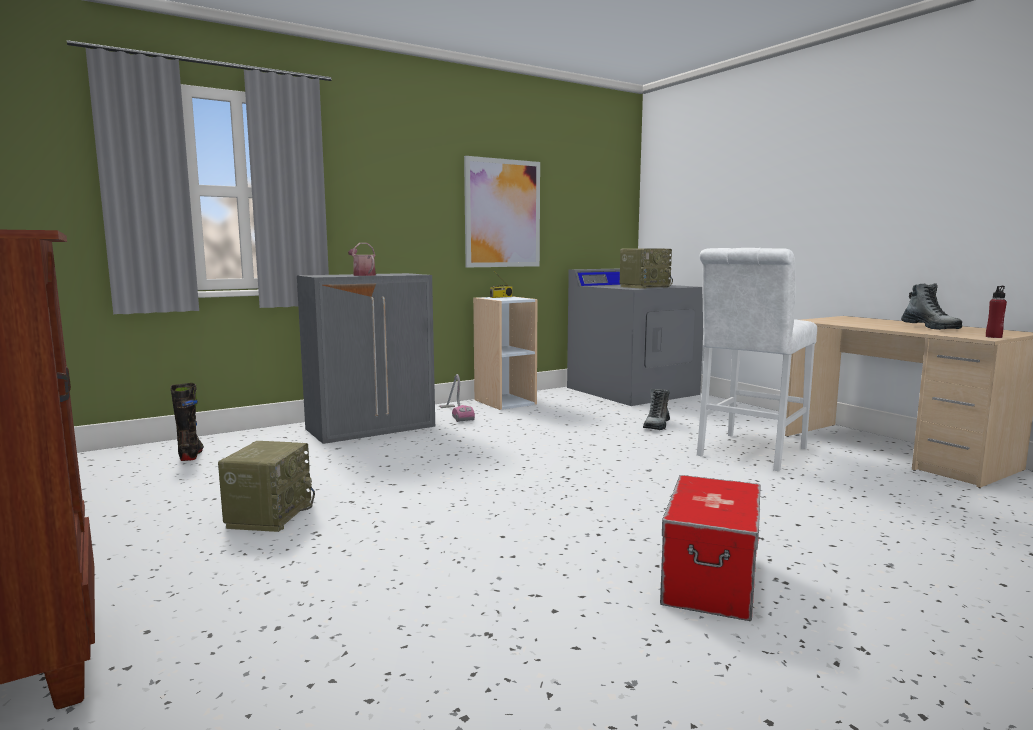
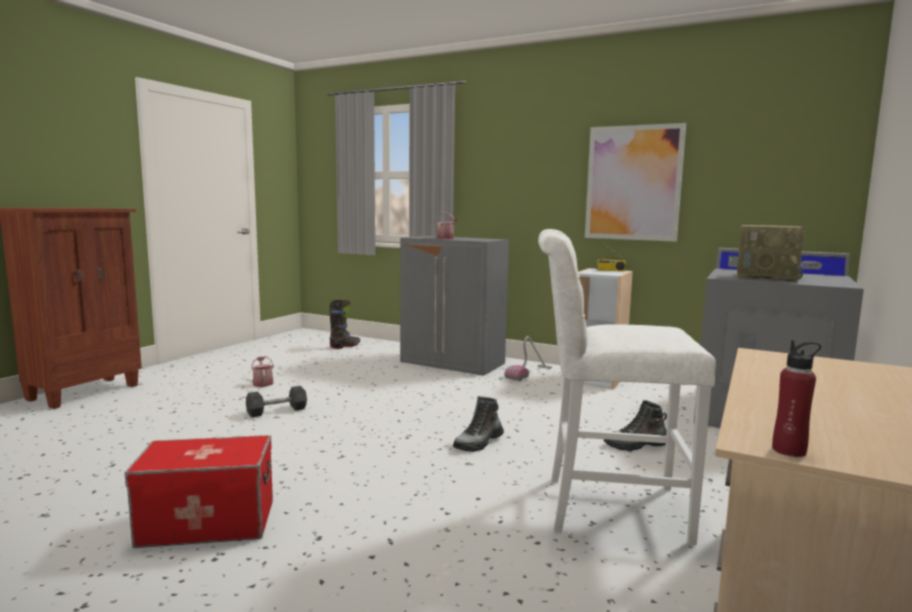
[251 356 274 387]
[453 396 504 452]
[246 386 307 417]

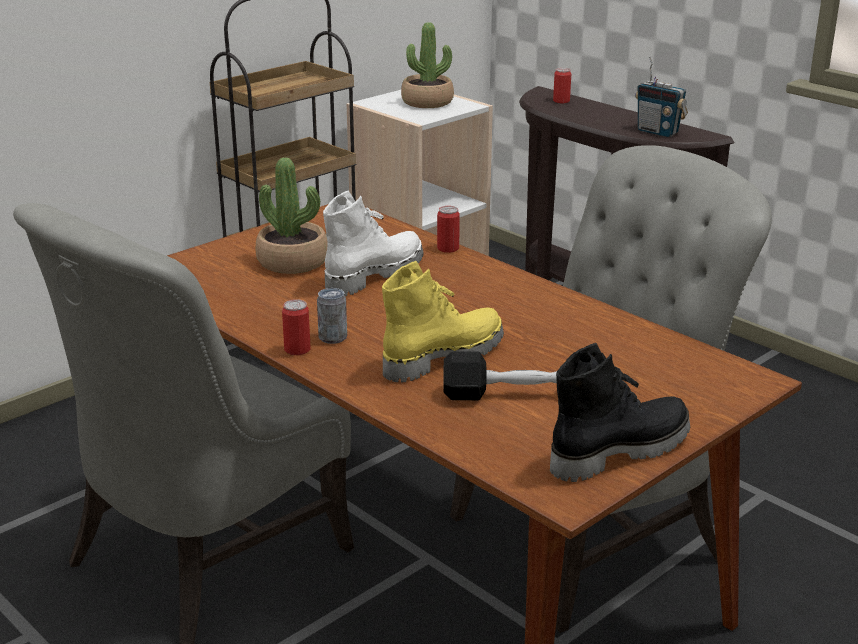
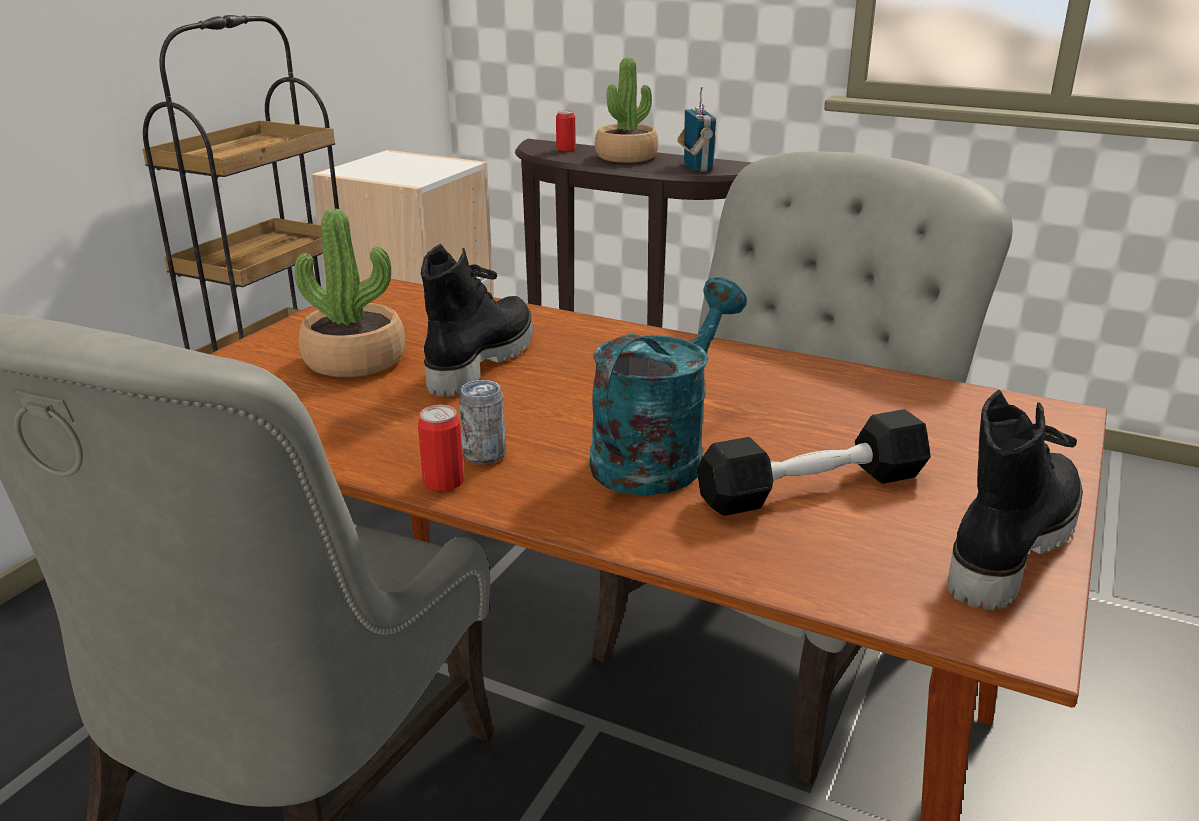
[421 244 533 397]
[589 277 747 496]
[595 57 658 163]
[437 206 460 253] (first image)
[677 86 716 172]

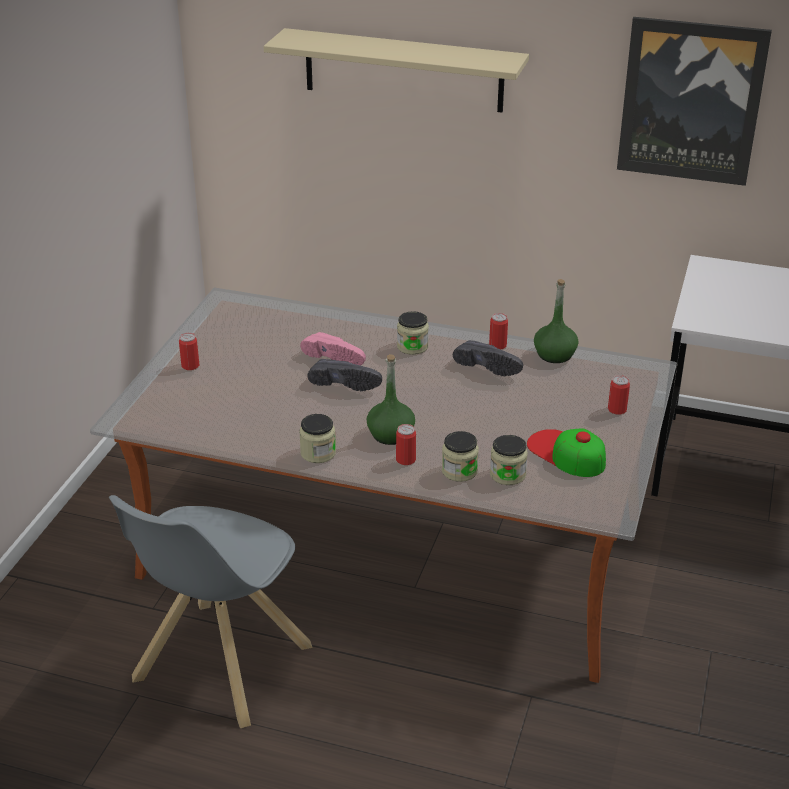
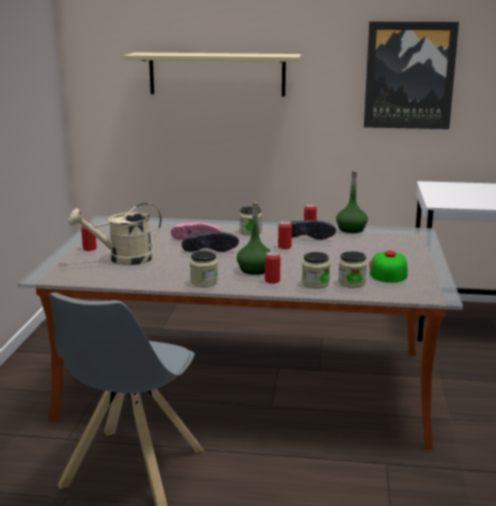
[369 251 407 283]
[278 221 292 249]
[68 203 161 265]

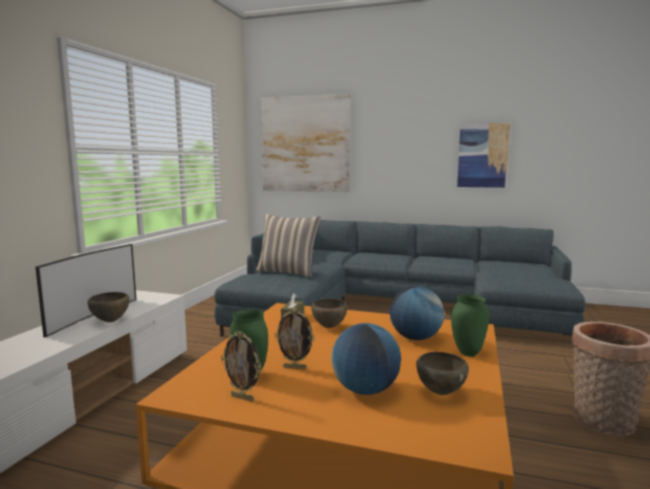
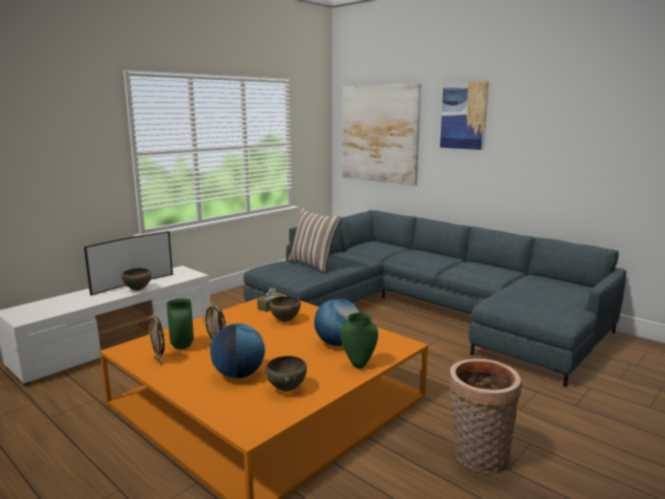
[440 81 489 150]

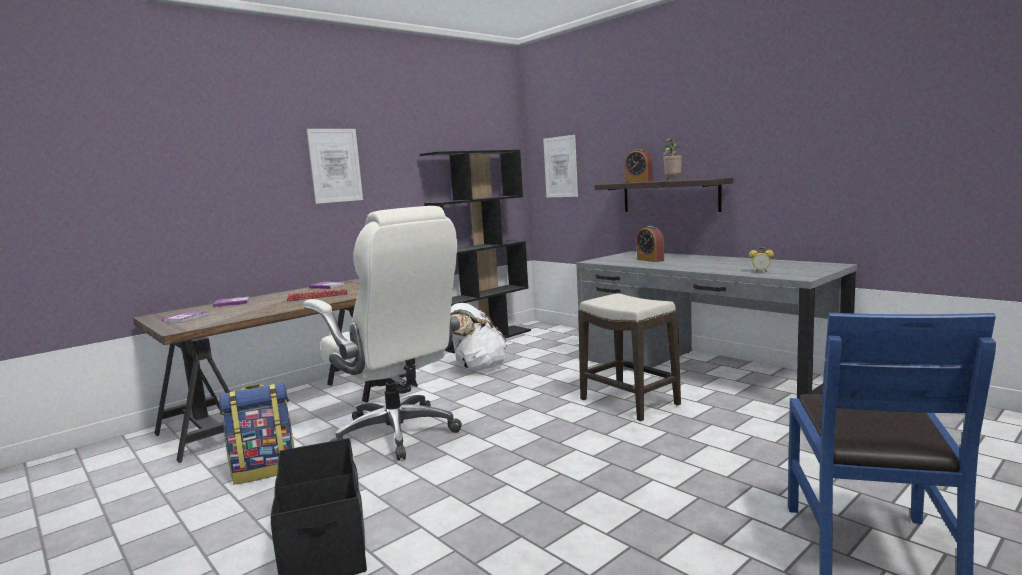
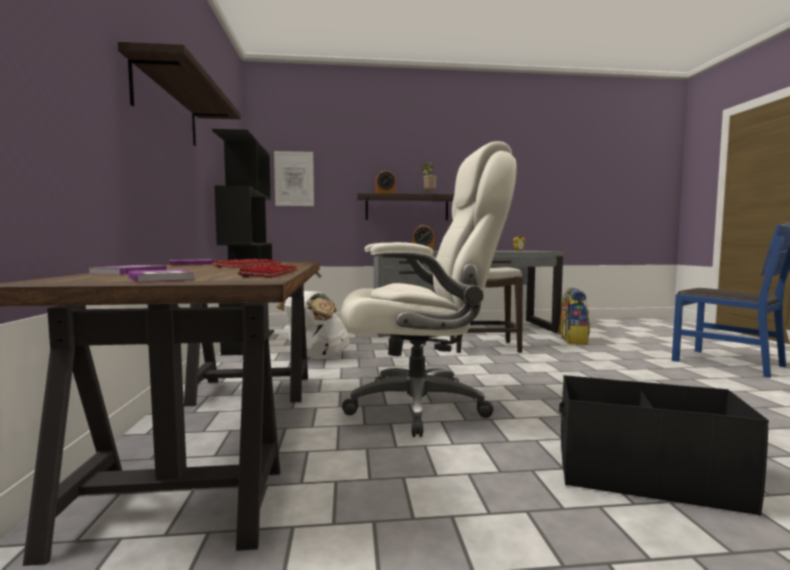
[558 288 590 345]
[118 41 241 146]
[237 264 298 278]

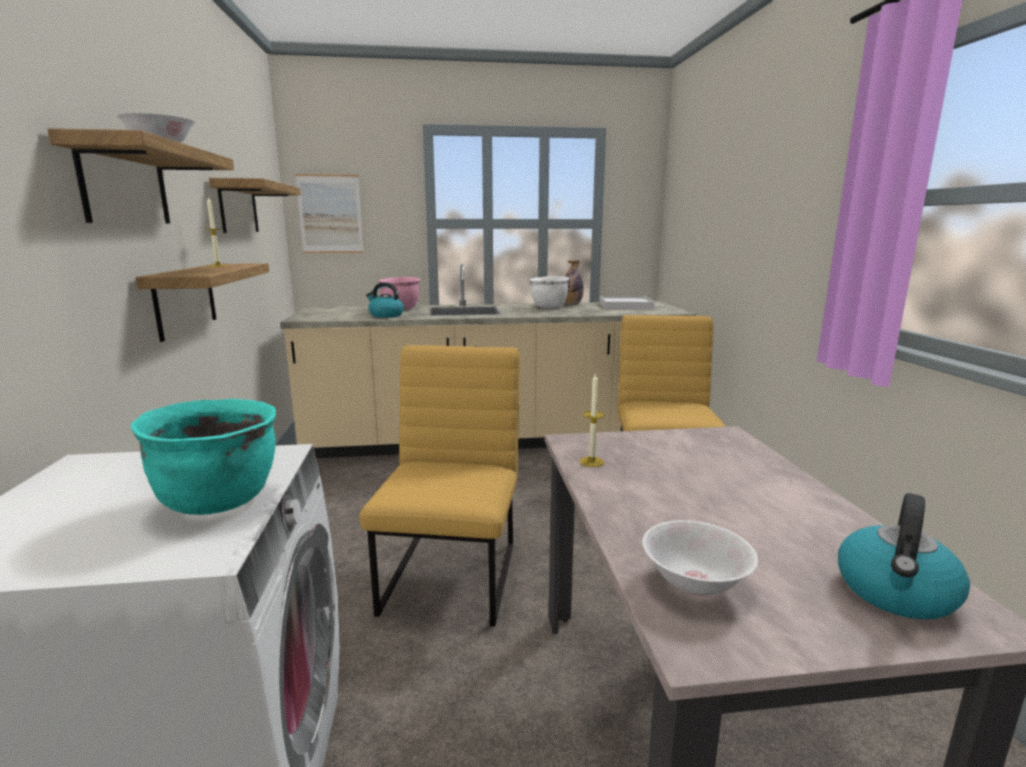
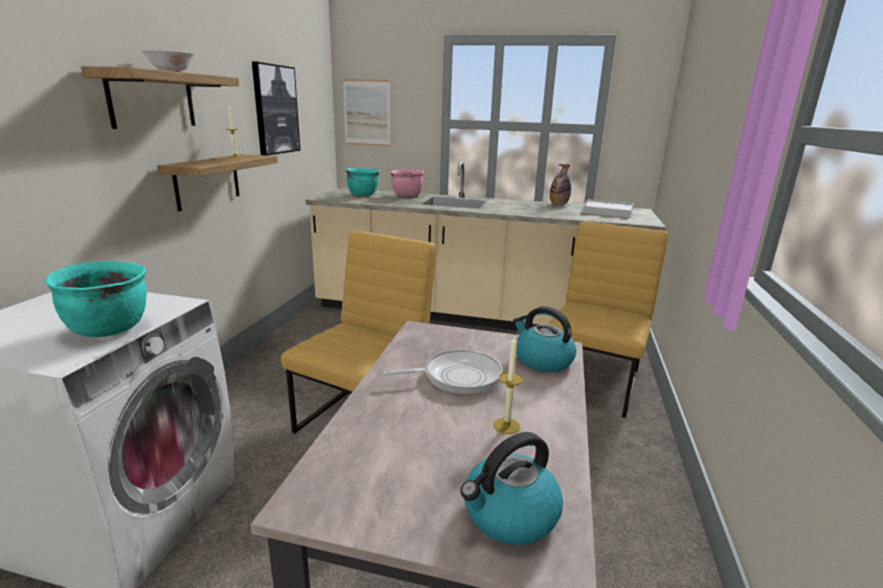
[252 62 300 155]
[513 306 577 372]
[529 276 569 308] (first image)
[493 336 523 434]
[642 520 758 596] (first image)
[346 168 380 196]
[383 349 503 395]

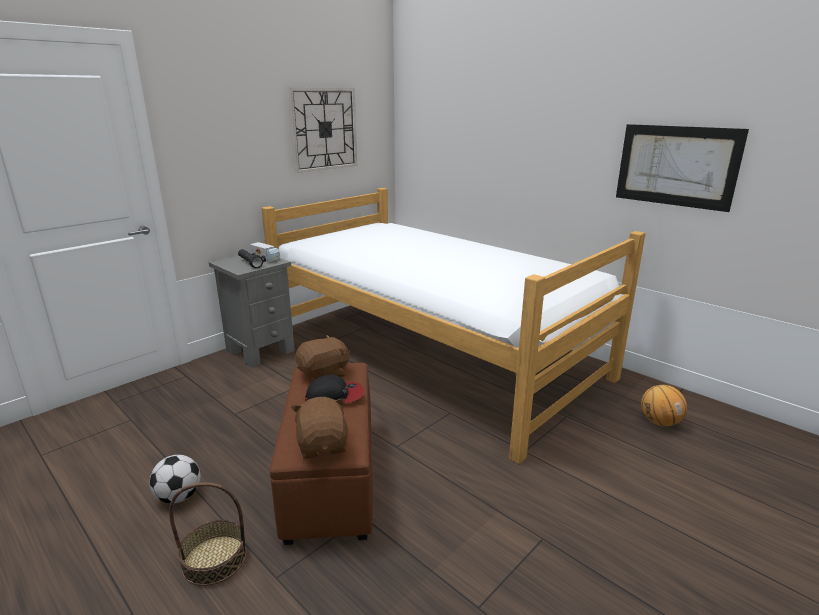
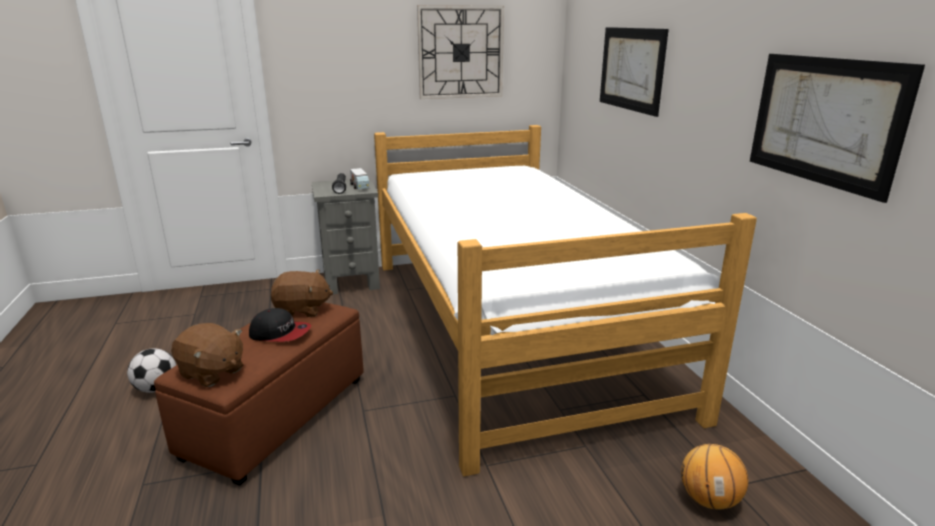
[169 482 247 586] (first image)
[171 323 243 387]
[600 27 669 117]

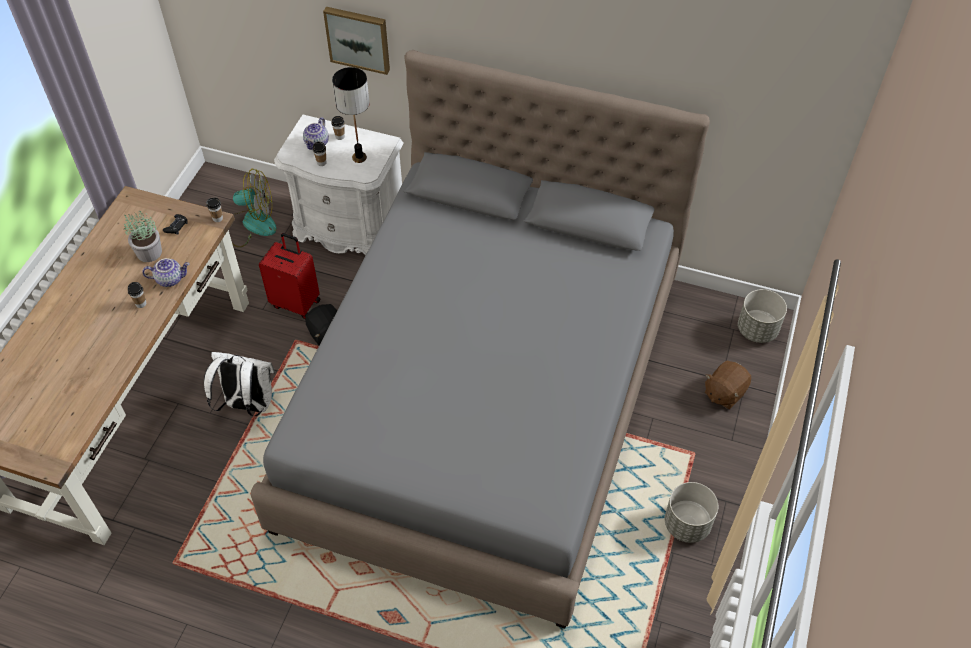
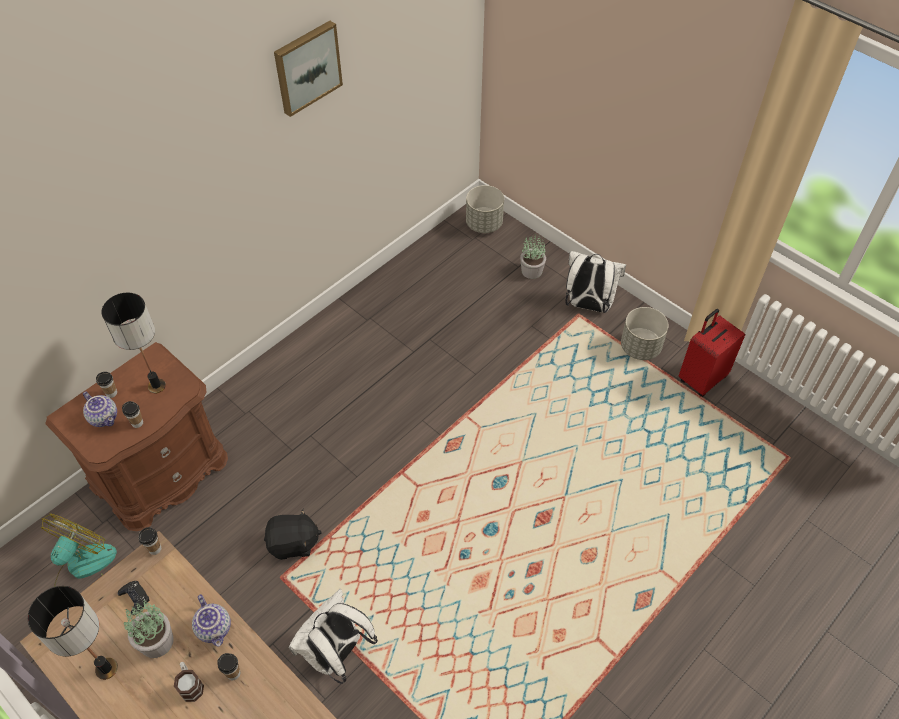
[192 594 231 646]
[251 50 710 629] (first image)
[679 309 745 397]
[45 342 228 531]
[274 21 343 117]
[520 235 546 279]
[28 586 118 680]
[174 662 204 702]
[566 251 626 313]

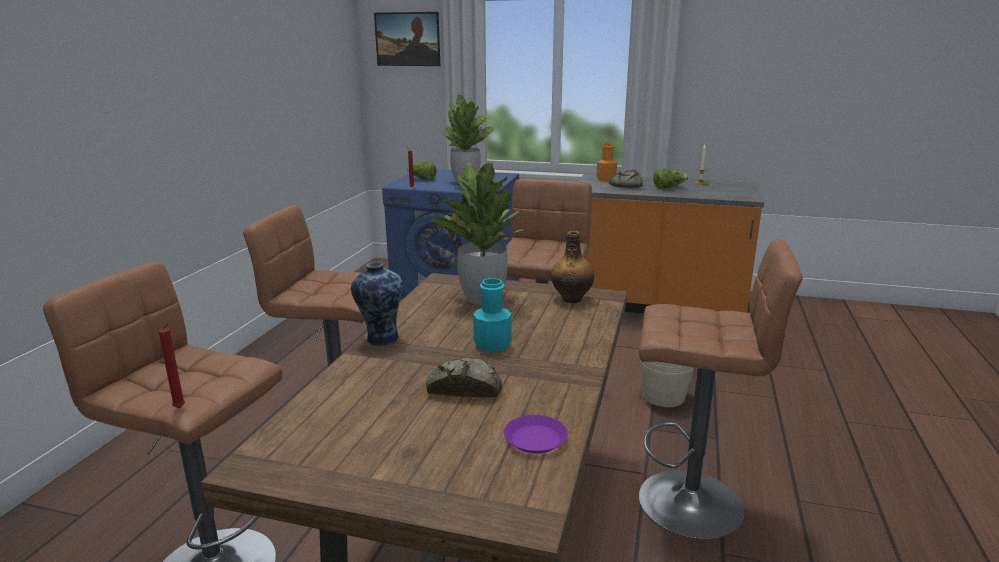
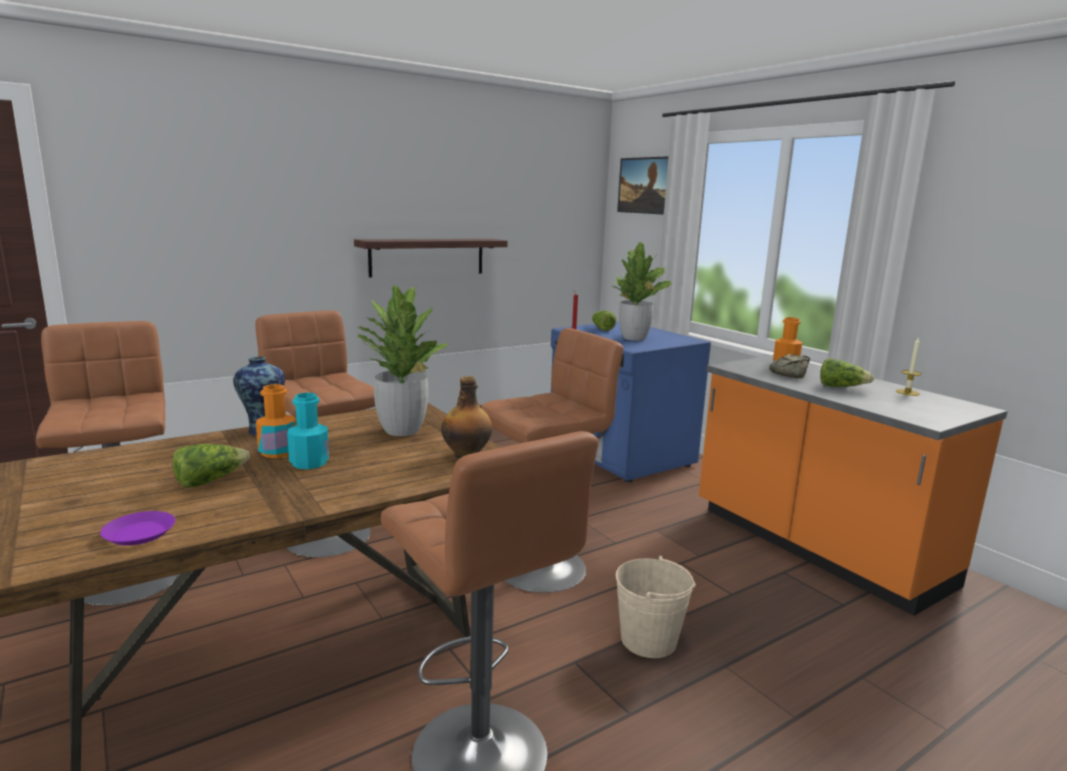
[158 323 185 408] (first image)
[172 444 250 488]
[256 384 296 458]
[354 239 508 277]

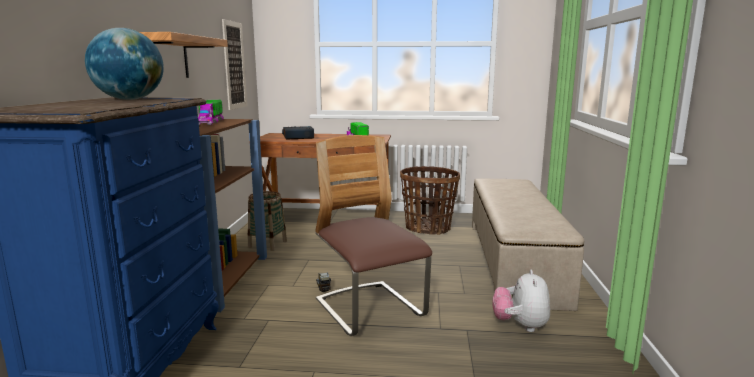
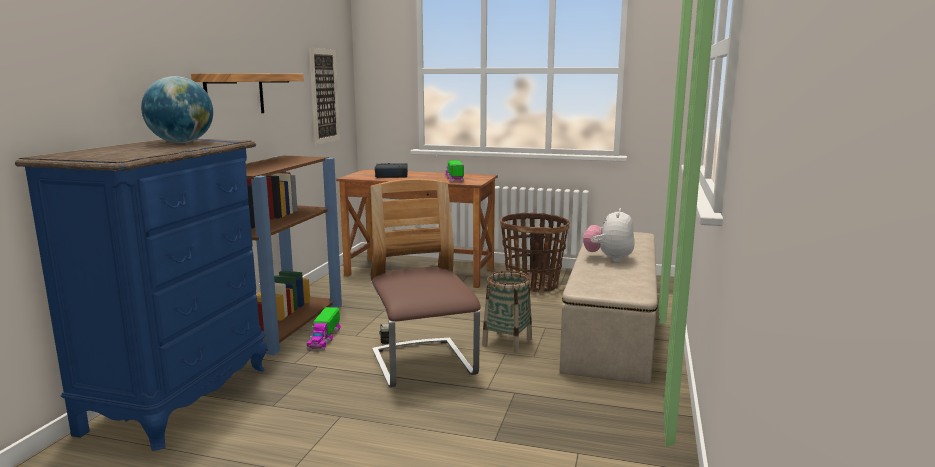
[307 307 341 351]
[482 271 532 353]
[583 208 635 262]

